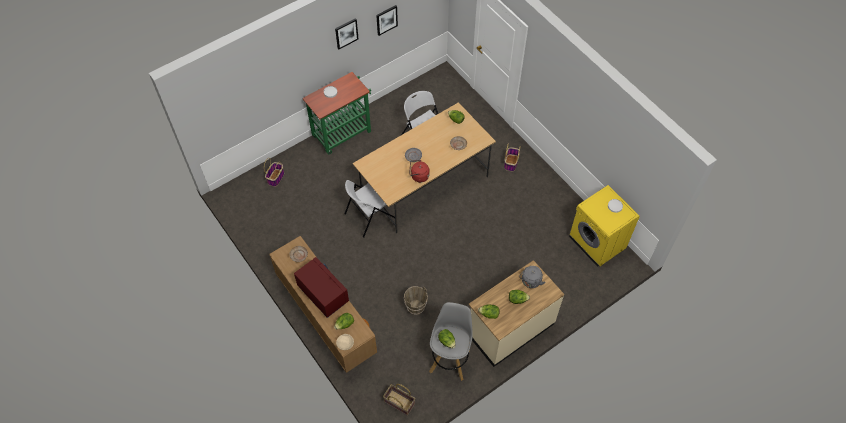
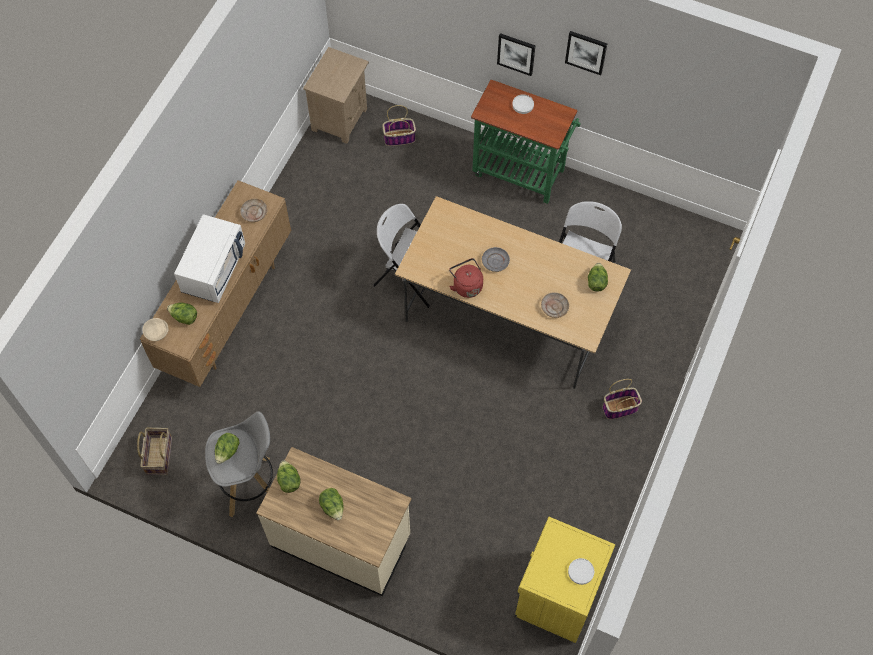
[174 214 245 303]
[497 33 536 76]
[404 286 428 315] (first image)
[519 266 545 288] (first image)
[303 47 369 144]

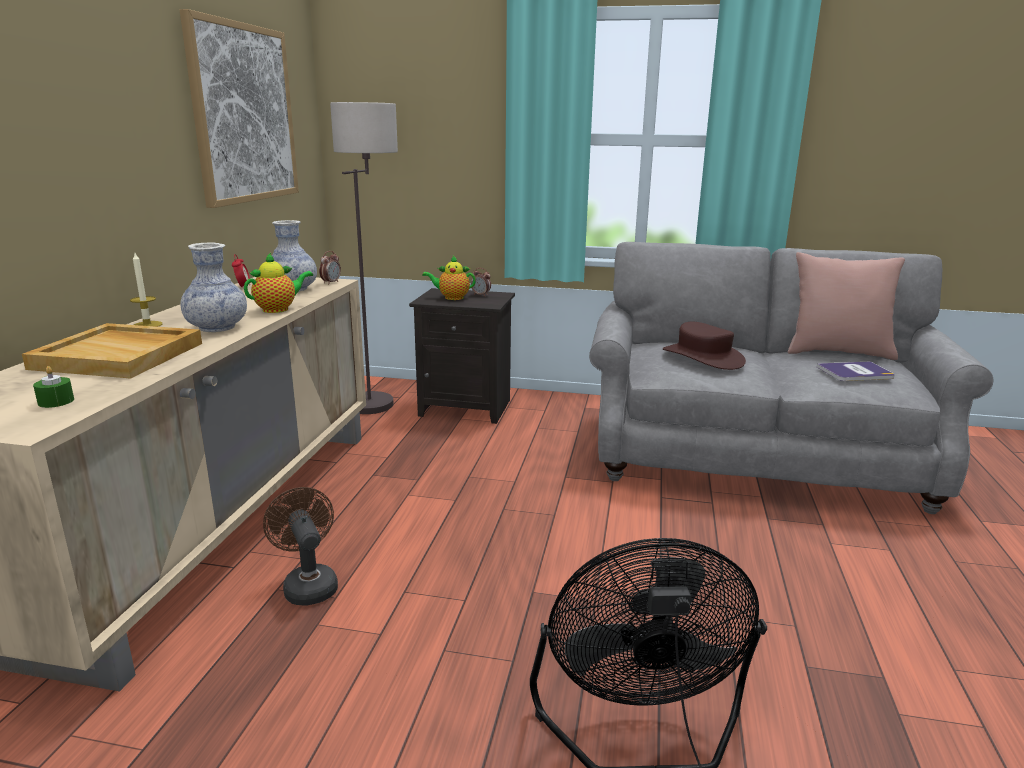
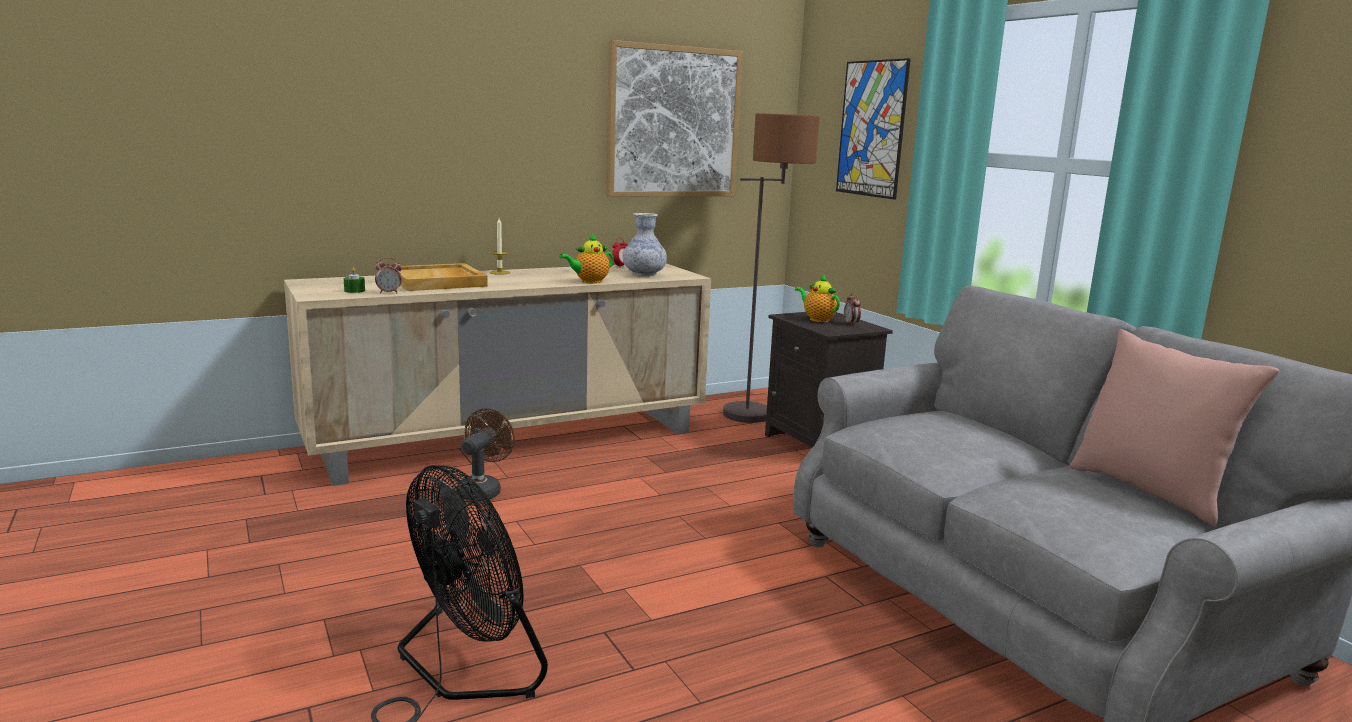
[181 243 247 332] (first image)
[559 233 614 283]
[375 258 402 294]
[723 113 820 423]
[663 322 746 370] (first image)
[817 362 895 381] (first image)
[836 58 911 200]

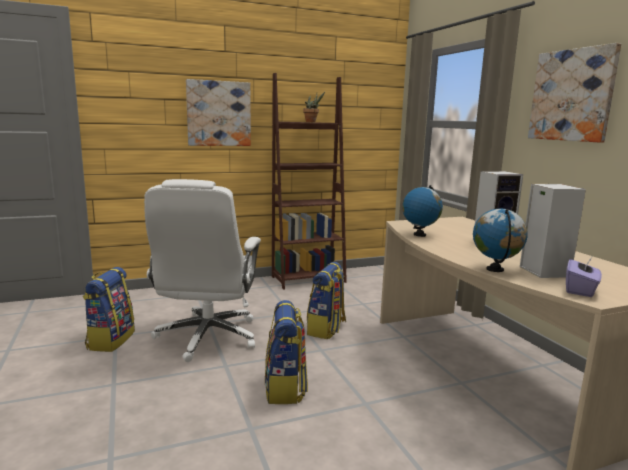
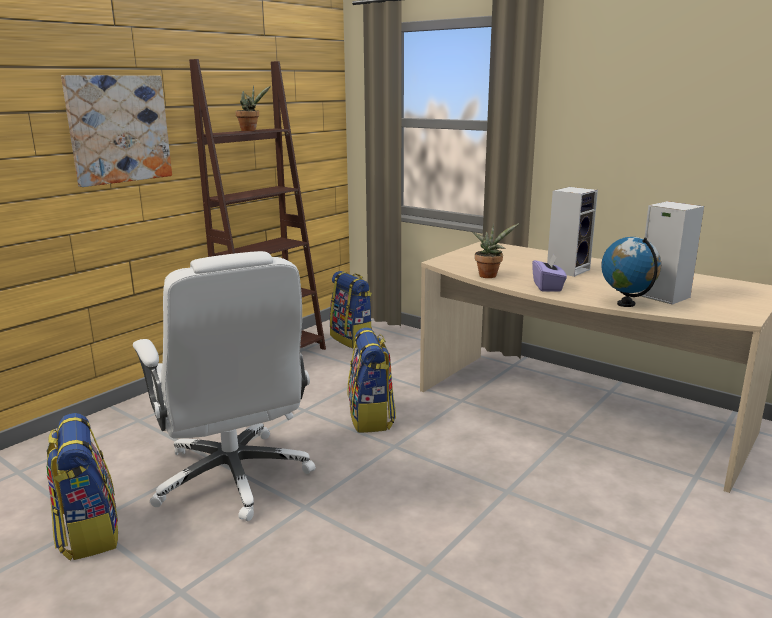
[330 271 372 348]
[472 223 519 278]
[528 43 622 143] (first image)
[532 253 567 291]

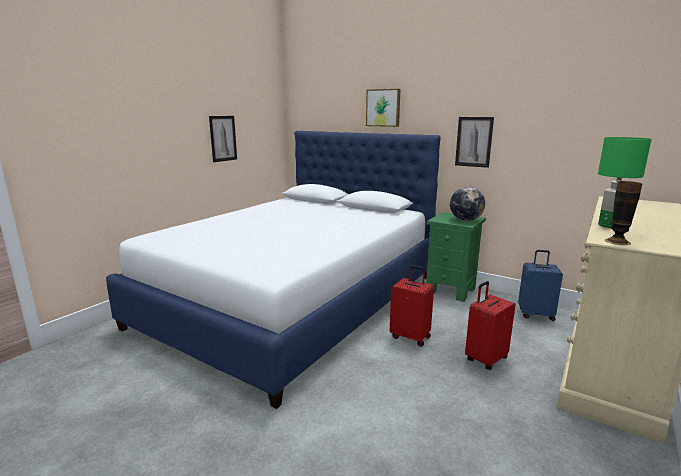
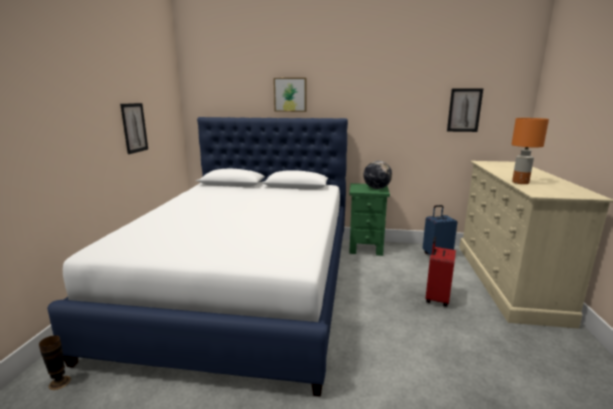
[390 265 434 347] (first image)
[447 88 483 132]
[511 118 549 184]
[39 335 71 390]

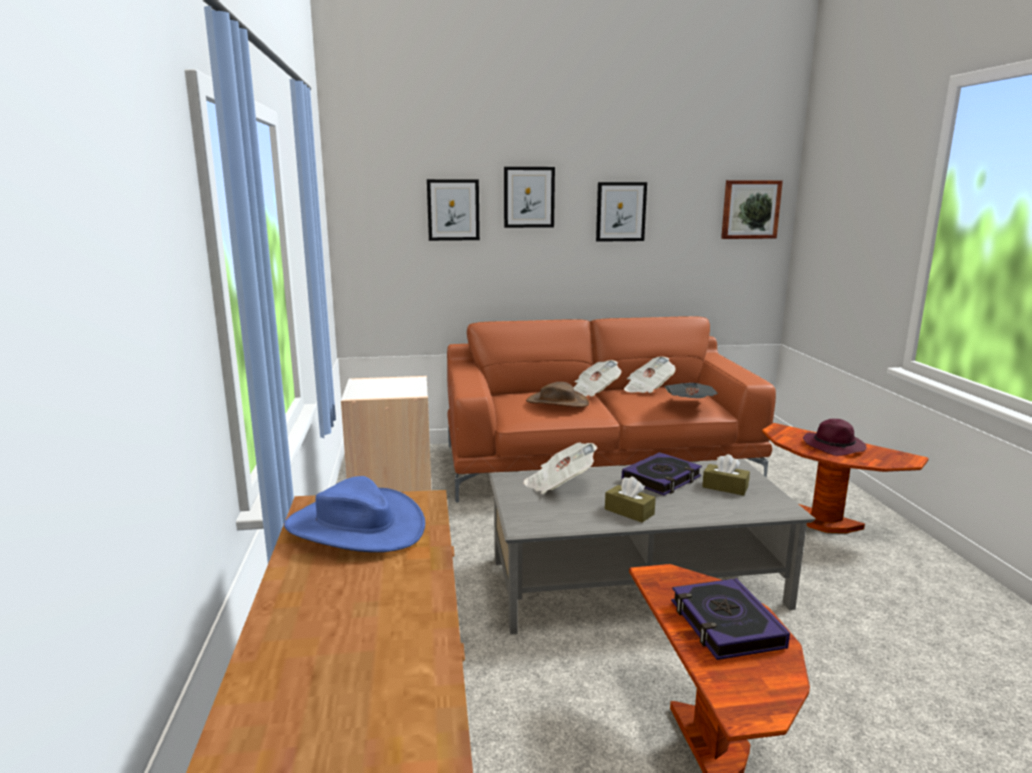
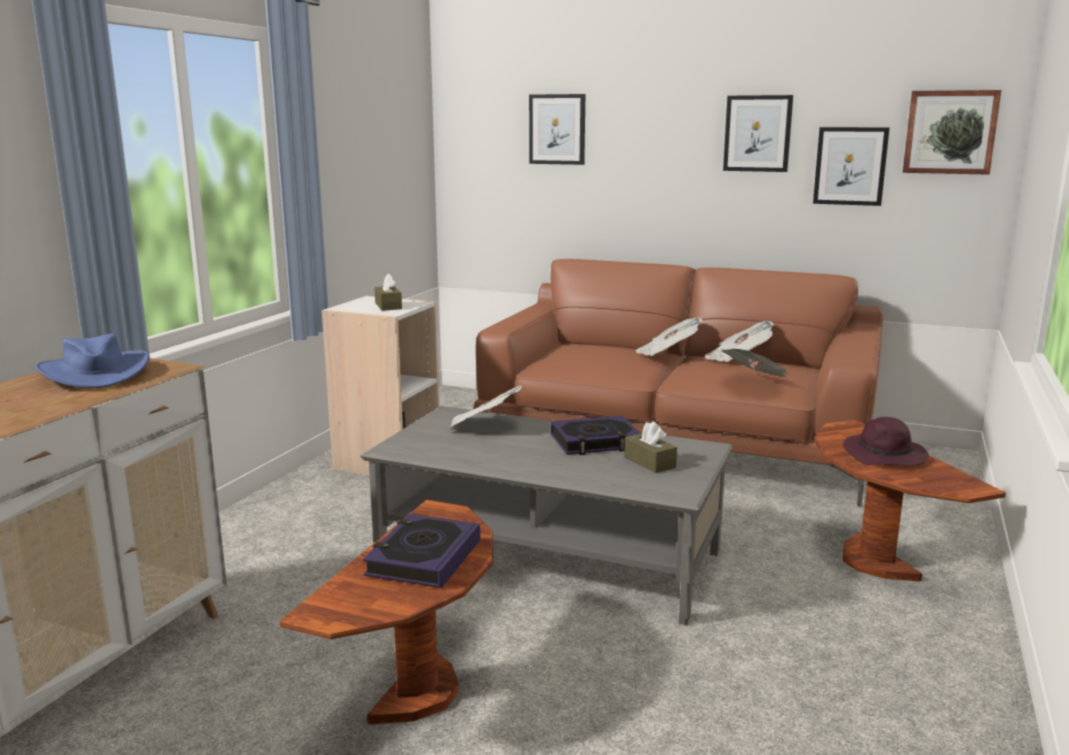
[813 127 890 206]
[526 382 589 407] (first image)
[374 273 402 311]

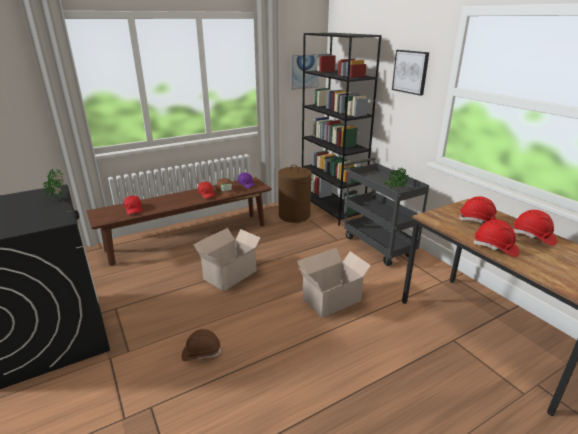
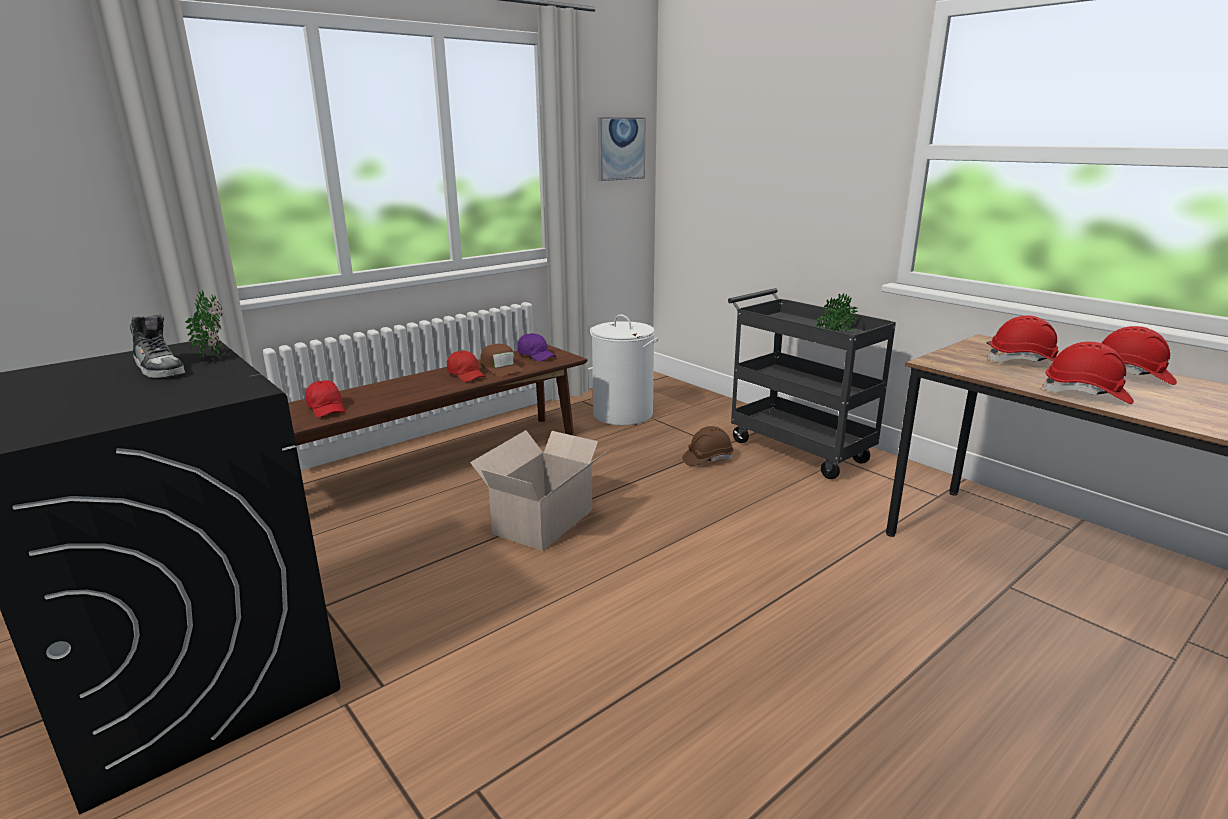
[683 426 733 466]
[590 315 659 425]
[297 248 372 318] (first image)
[302 33 382 225] (first image)
[392 50 429 96] (first image)
[130 314 185 378]

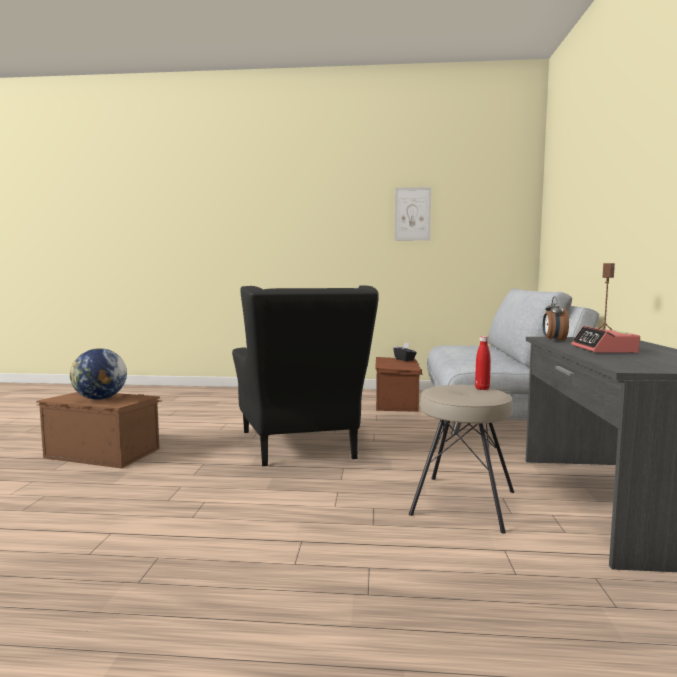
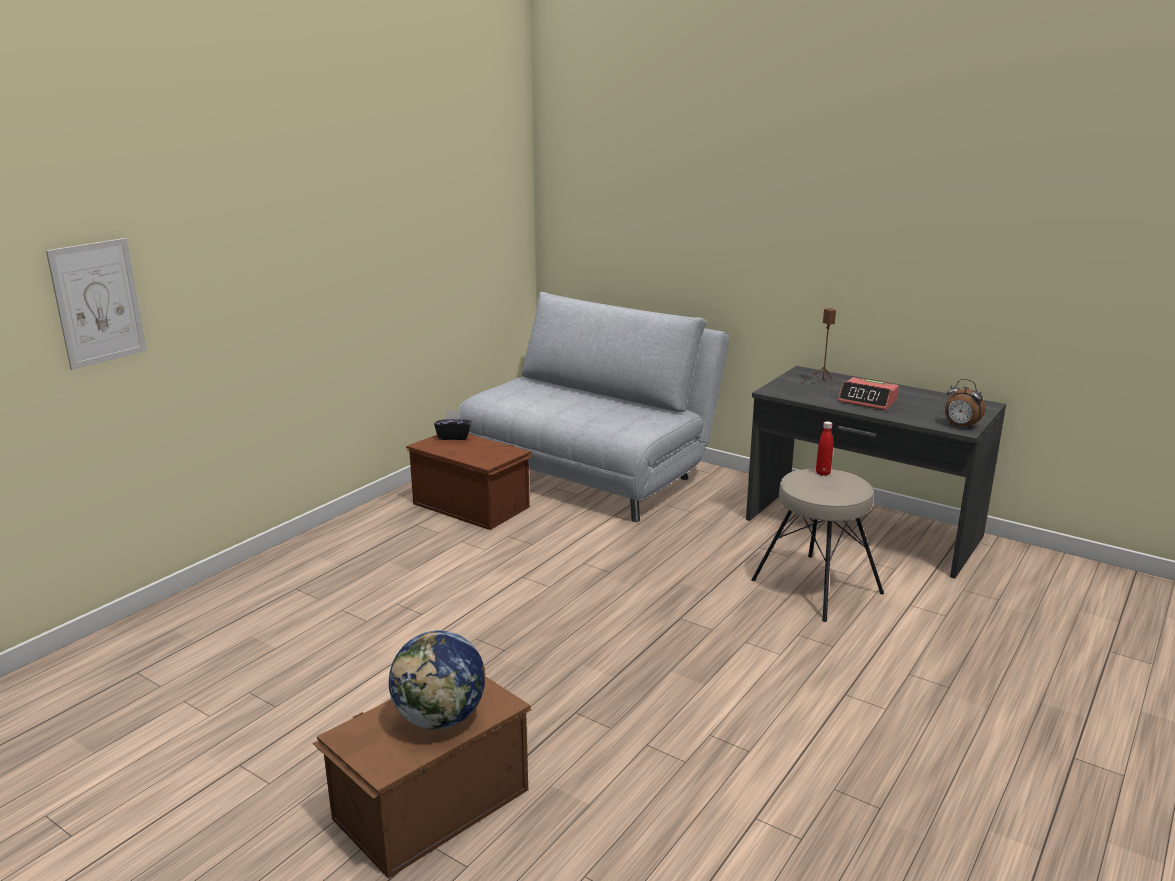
[232 285 379 466] (first image)
[46 238 147 370]
[945 379 985 429]

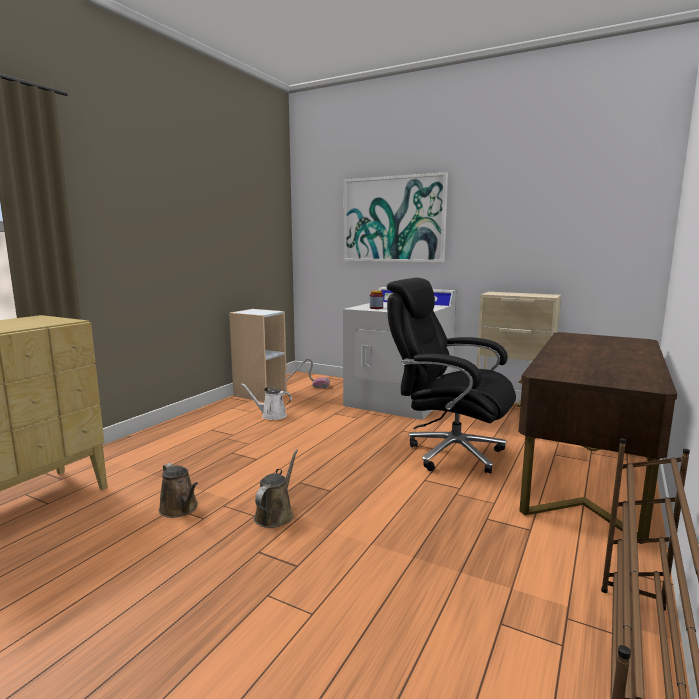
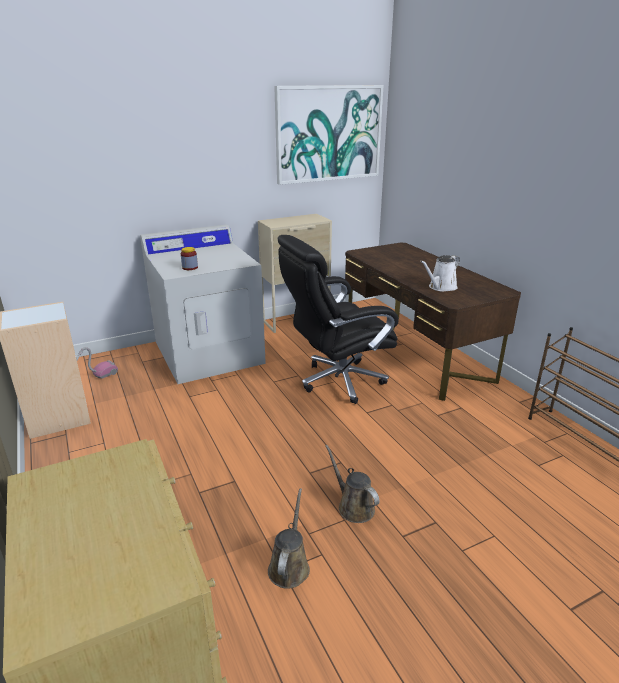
[268 488 310 589]
[420 255 460 292]
[274 85 383 185]

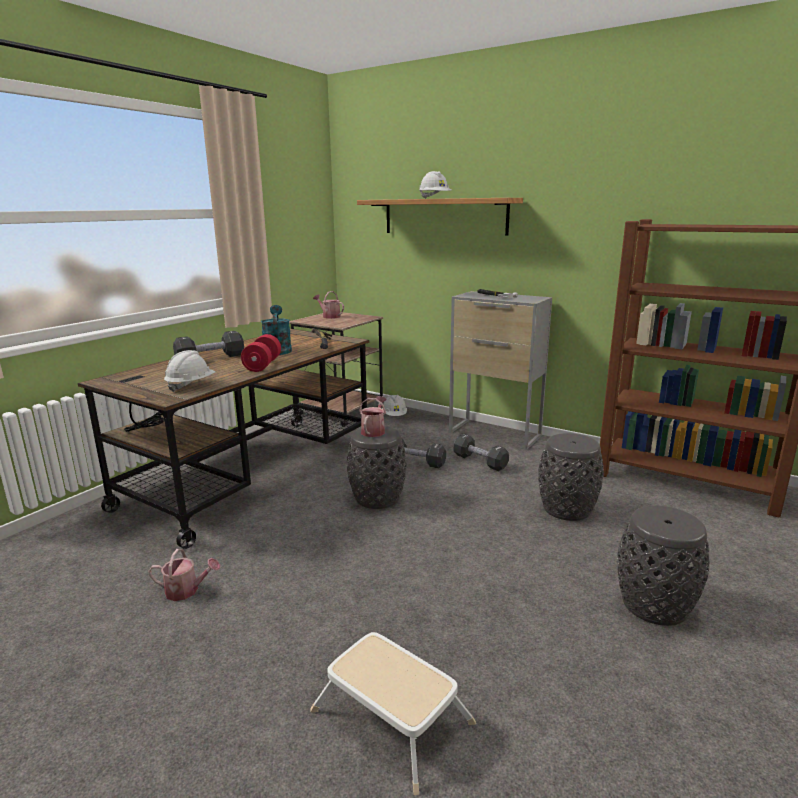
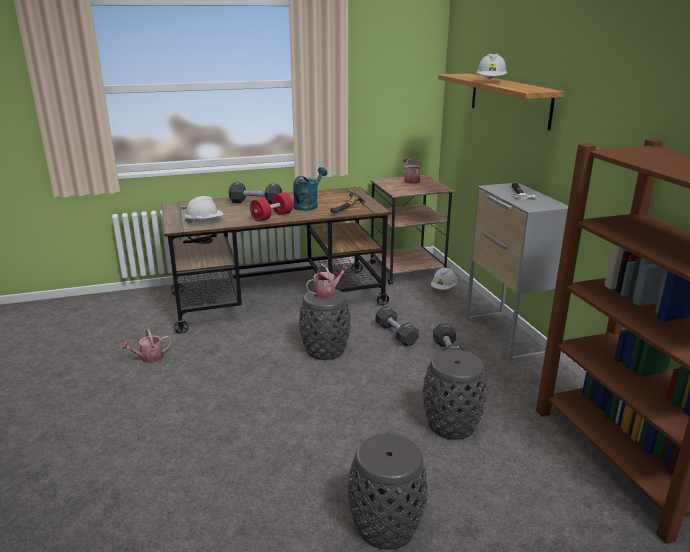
[120 329 171 363]
[310 632 476 795] (first image)

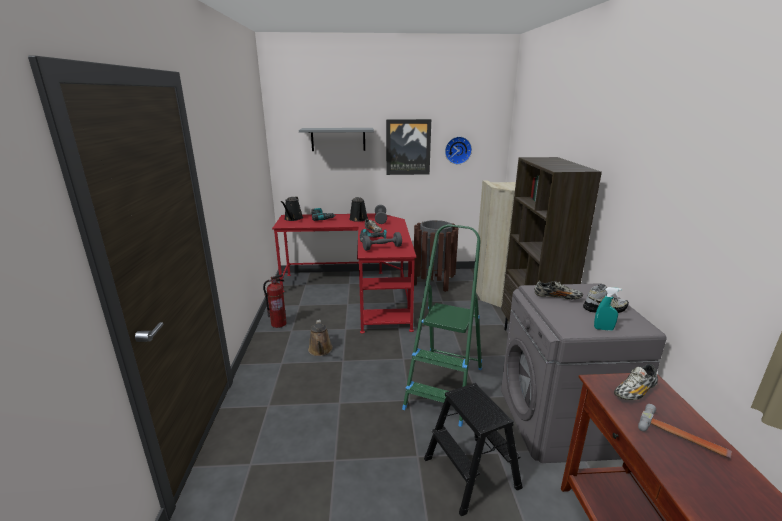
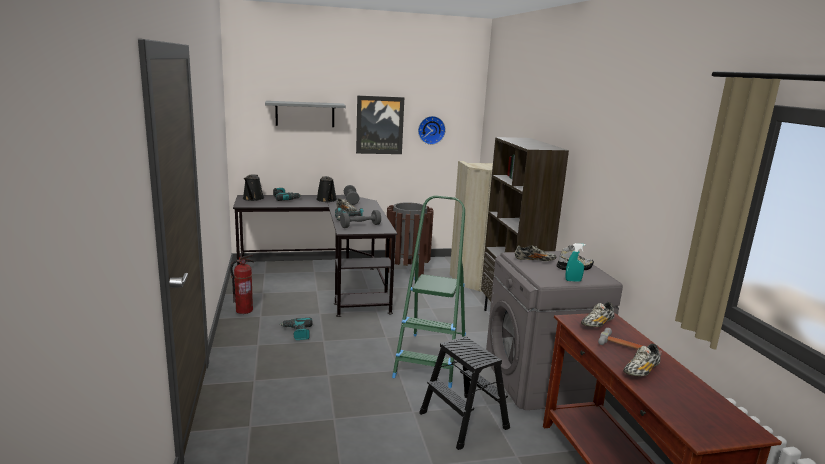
[233 195 397 317]
[280 318 313 340]
[623 344 660 376]

